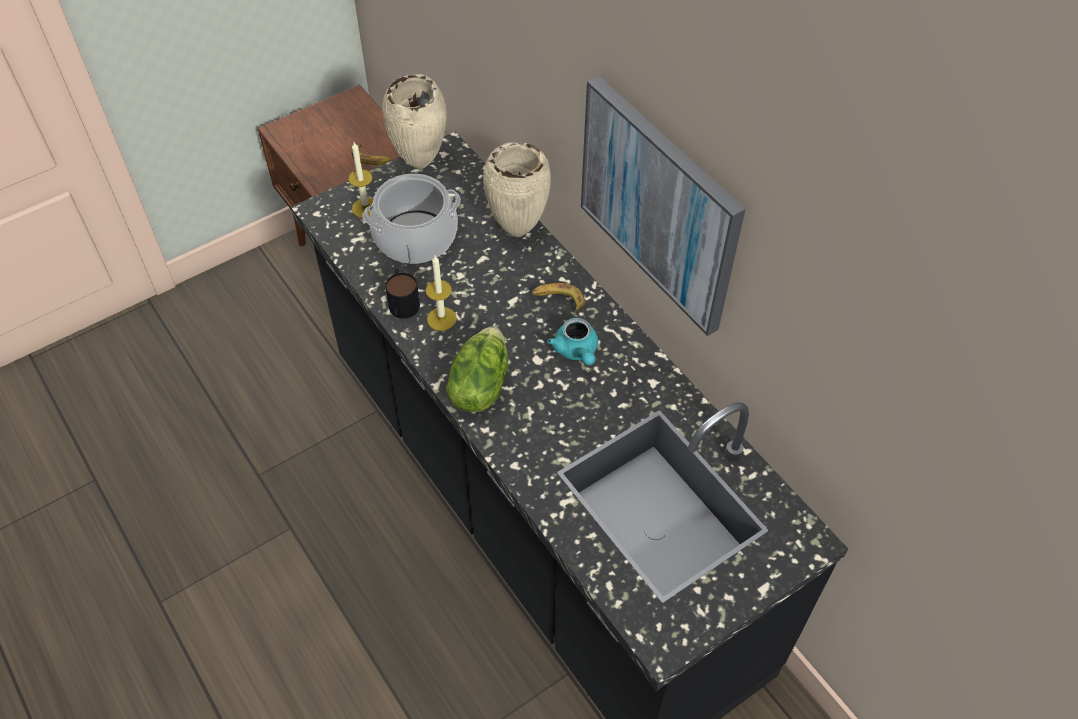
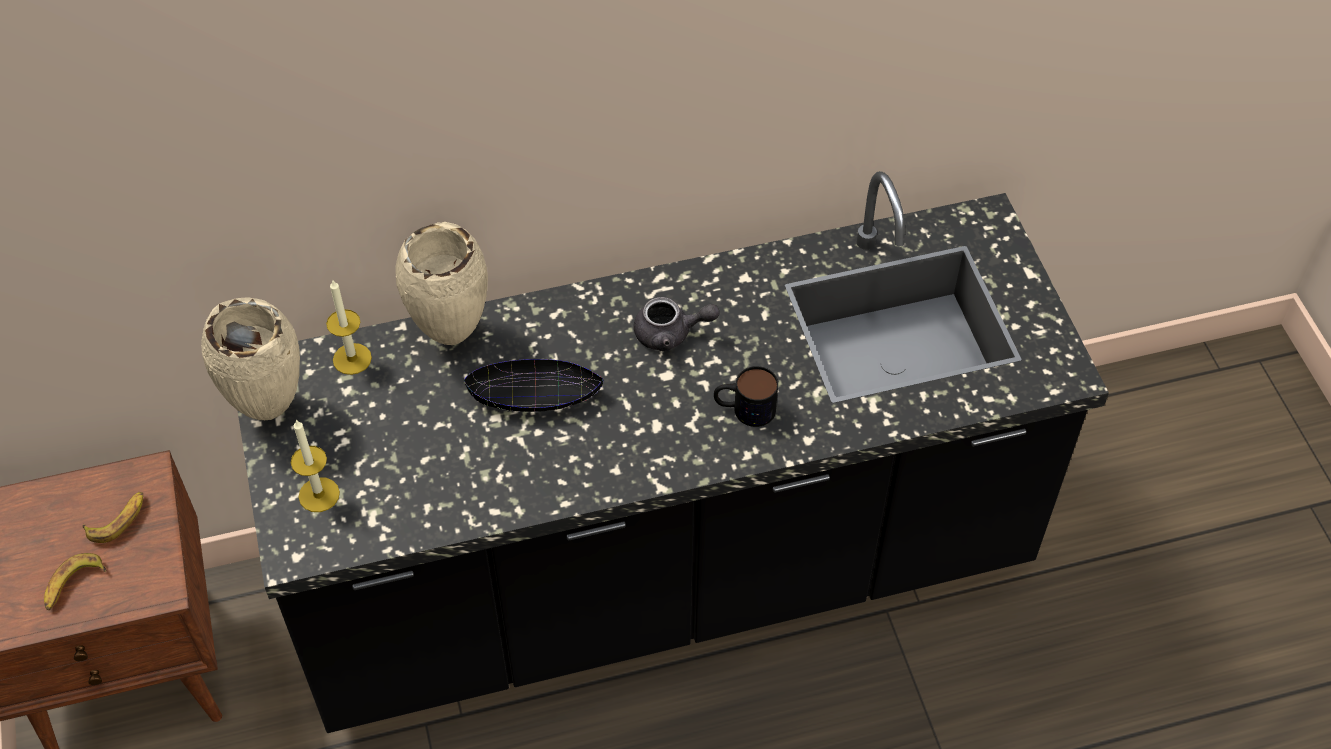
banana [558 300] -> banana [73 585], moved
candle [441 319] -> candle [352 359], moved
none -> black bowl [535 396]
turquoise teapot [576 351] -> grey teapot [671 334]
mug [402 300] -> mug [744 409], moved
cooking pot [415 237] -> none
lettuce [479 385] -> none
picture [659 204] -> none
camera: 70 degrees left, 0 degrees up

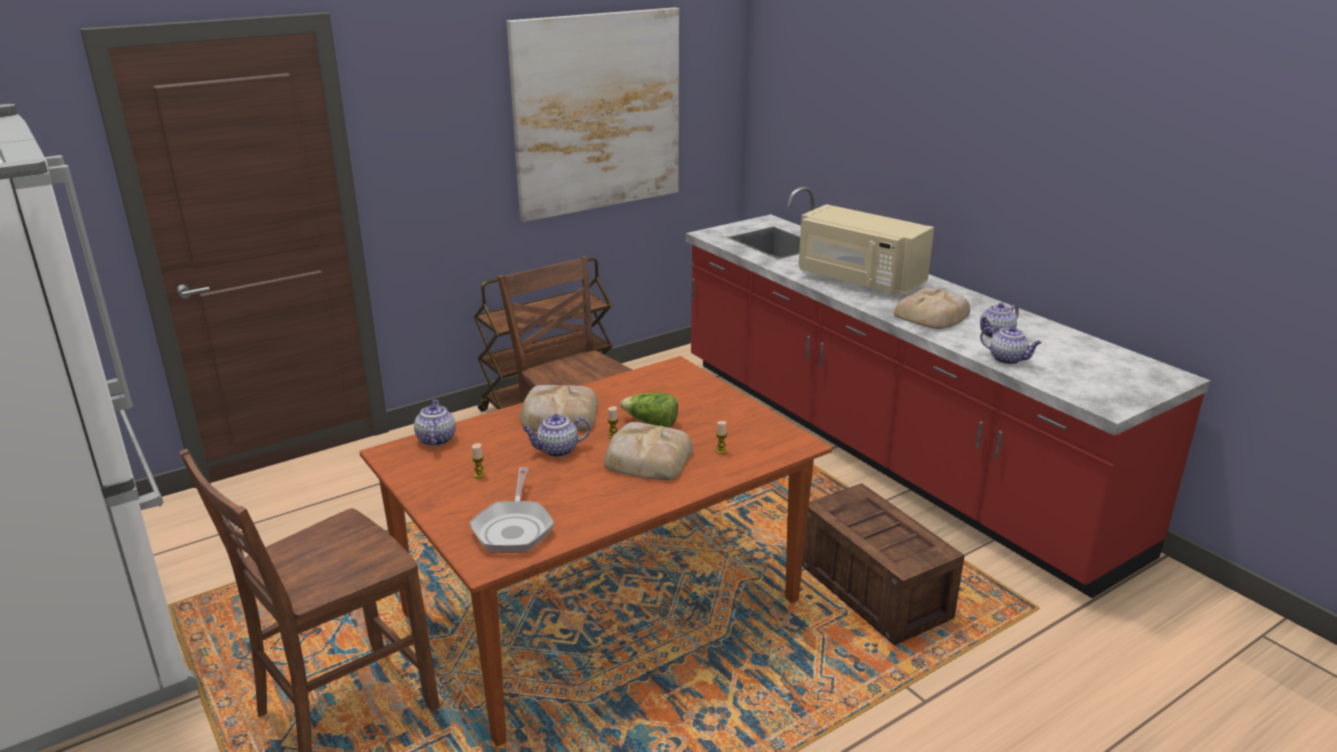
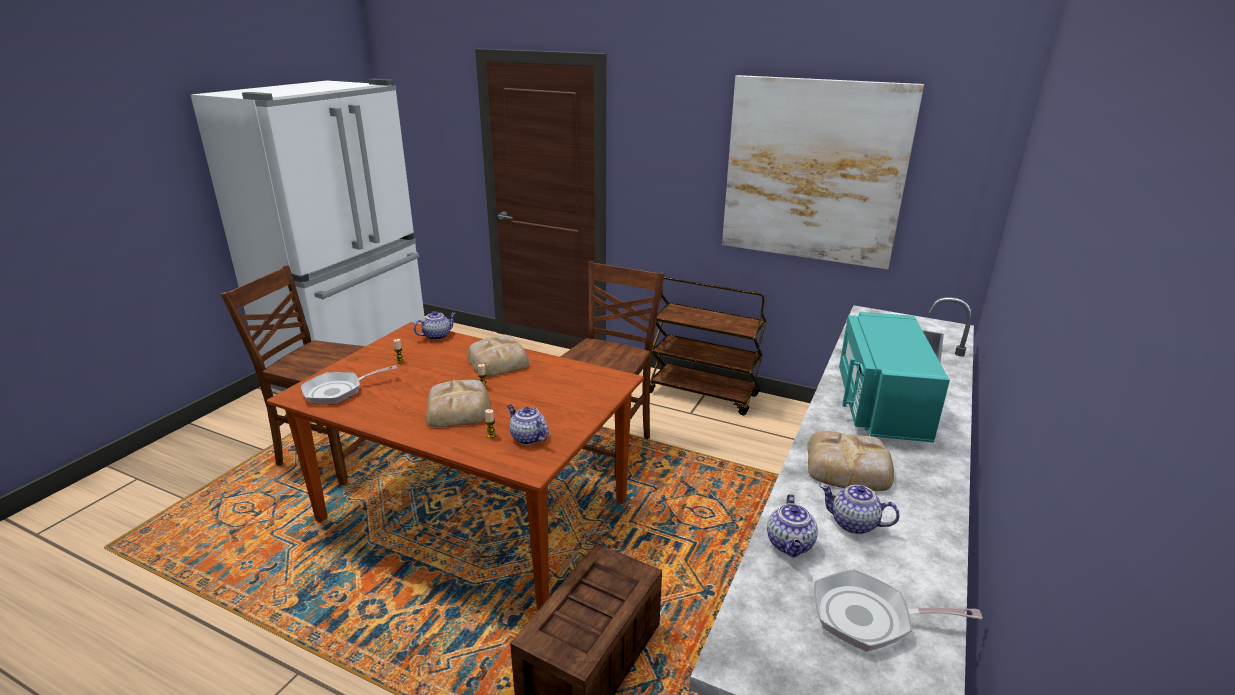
teapot [557 450] -> teapot [527 437], moved
none -> frying pan [869 618]
beige microwave [859 279] -> turquoise microwave [880 405]
lettuce [651 423] -> none
camera: 60 degrees right, 0 degrees up

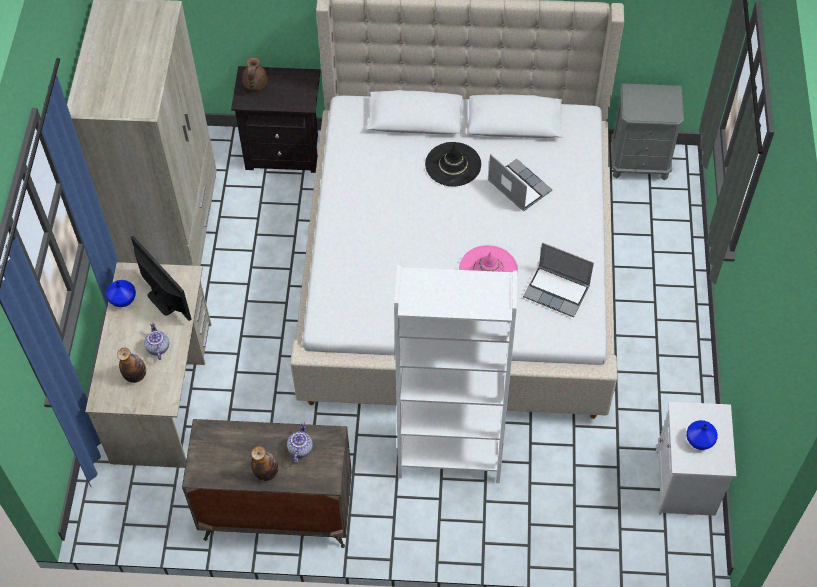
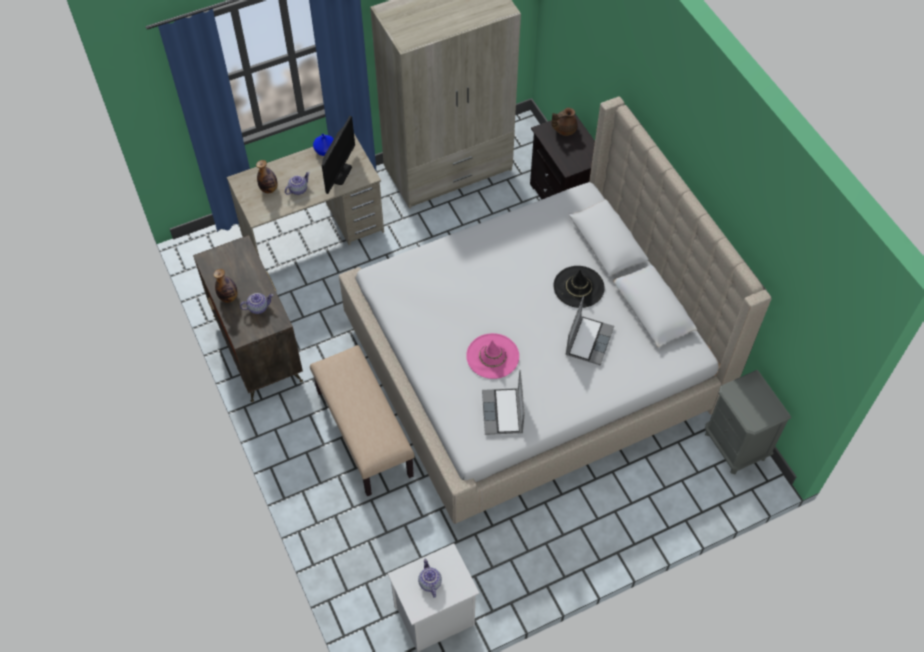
white bookcase [450 453] -> beige bench [365 433]
blue vase [700 441] -> teapot [429 582]
camera: 60 degrees right, 0 degrees up

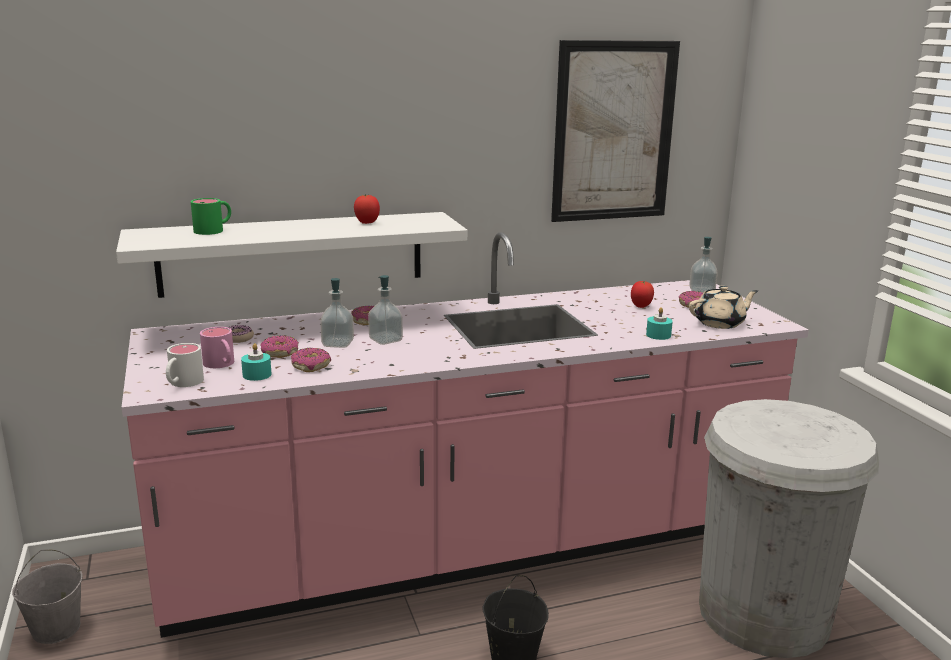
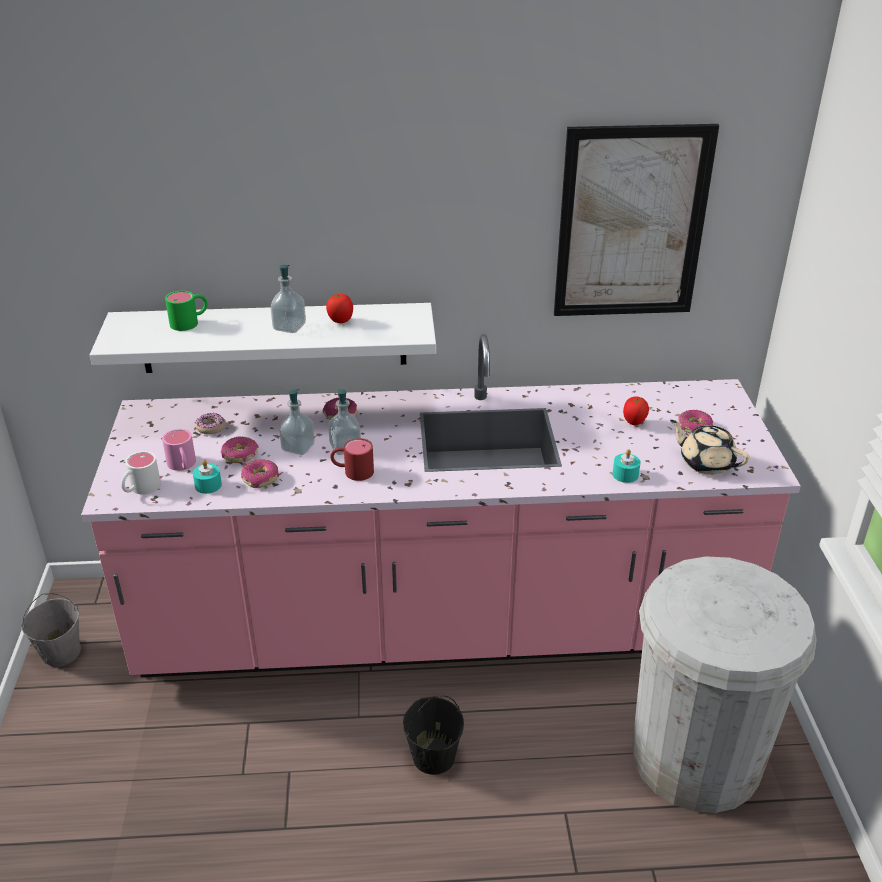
soap dispenser [701 291] -> soap dispenser [289 327], moved
none -> red mug [352 471]
beige teapot [720 323] -> beige teapot [705 463], 135 degrees counterclockwise
camera: 15 degrees right, 15 degrees up

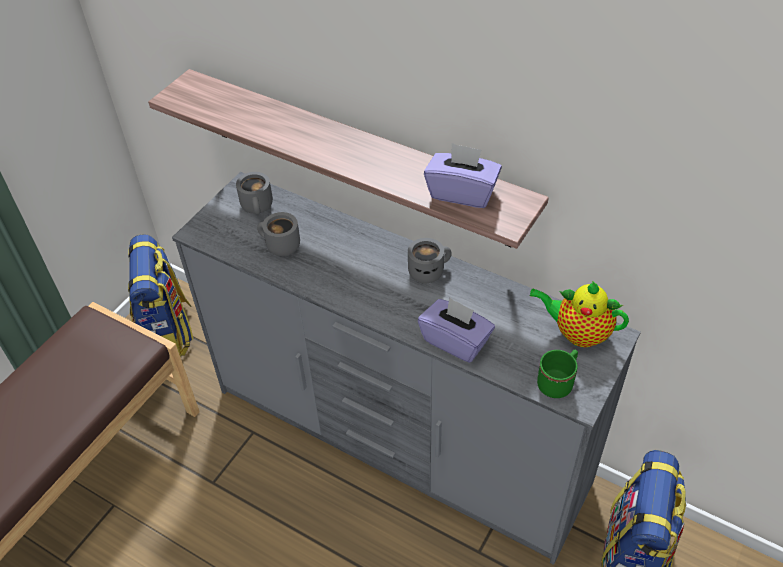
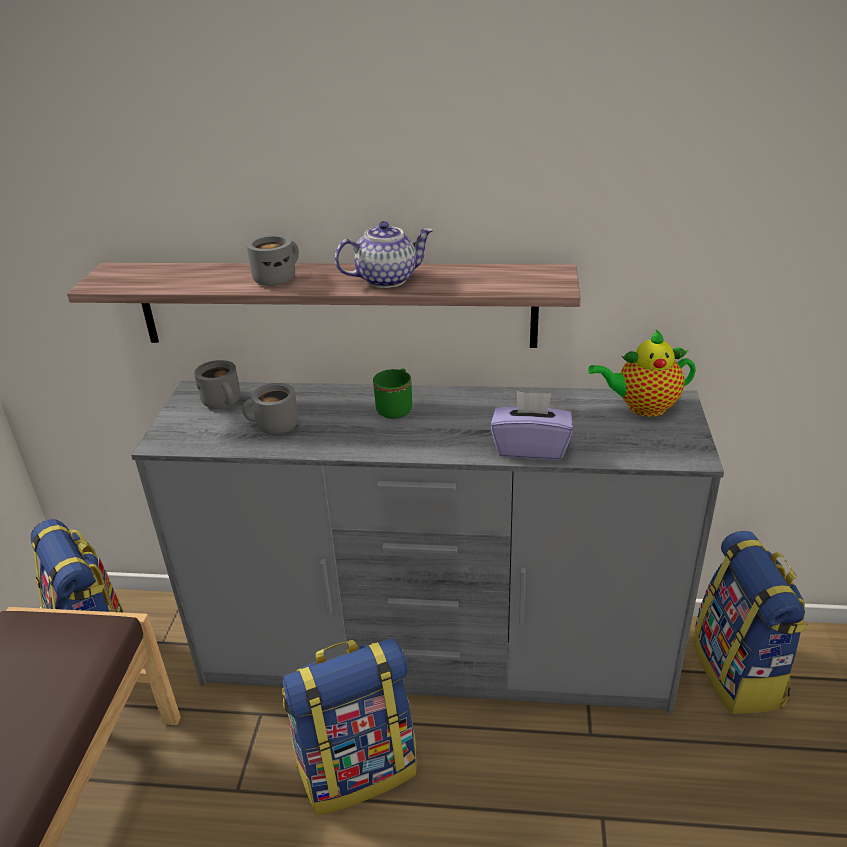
grey mug [428 270] -> grey mug [276 278], moved
none -> backpack [357 768]
none -> teapot [387 279]
green mug [558 382] -> green mug [396 407], moved
purple tissue box [462 192] -> none
camera: 25 degrees left, 15 degrees down

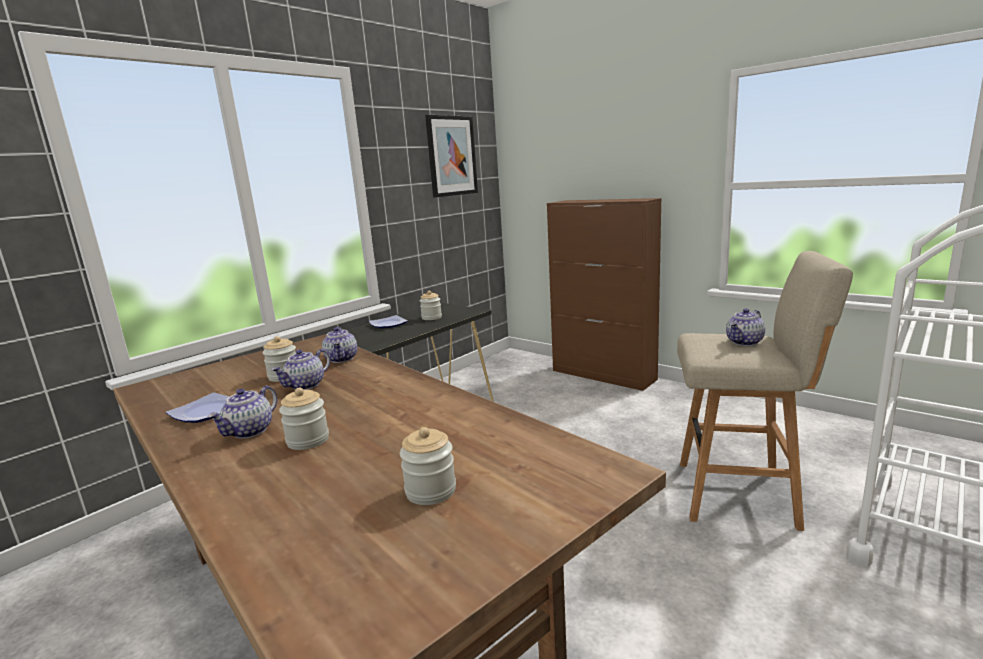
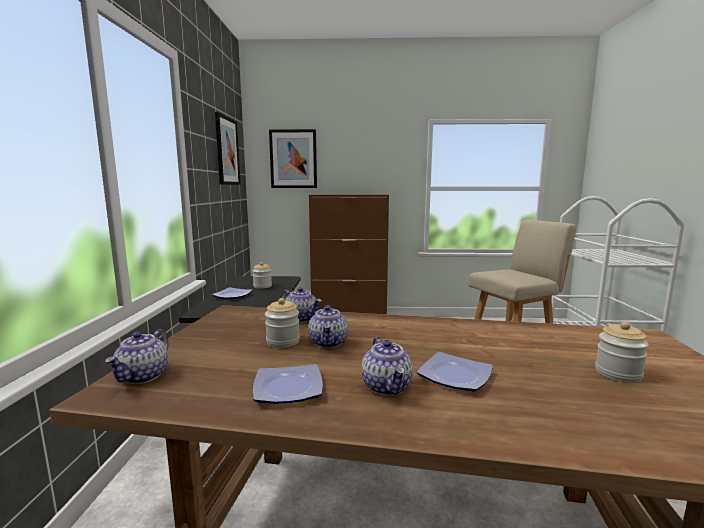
teapot [744 342] -> teapot [143 376], moved
none -> picture [293 159]
jar [308 440] -> plate [456 376]
camera: 40 degrees left, 5 degrees down

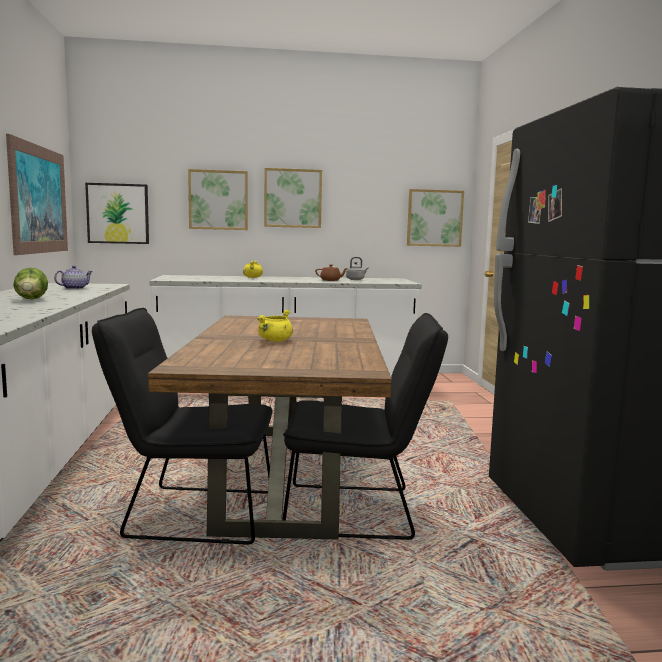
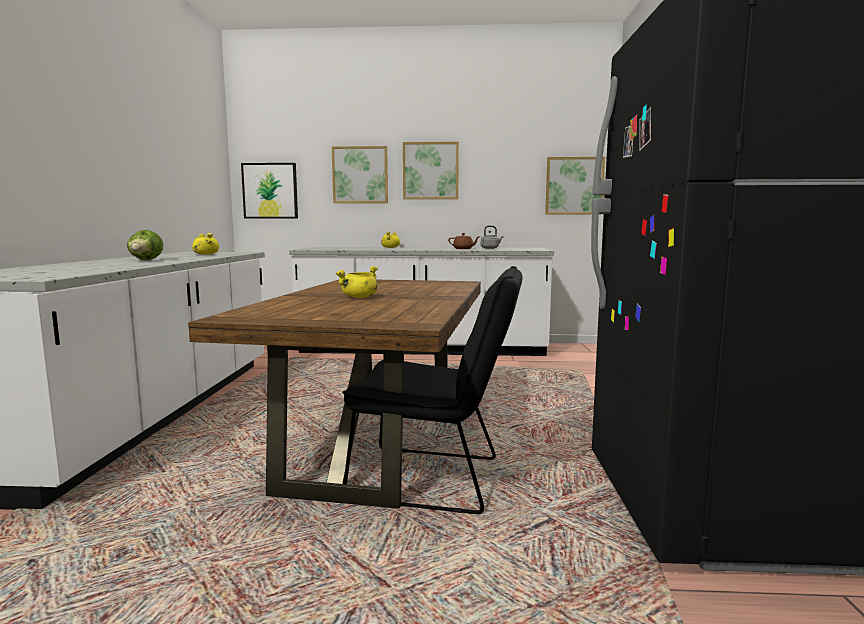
teapot [74 288] -> yellow cooking pot [205 254]
picture [39 199] -> none
black chair [191 513] -> none
camera: 10 degrees right, 0 degrees up

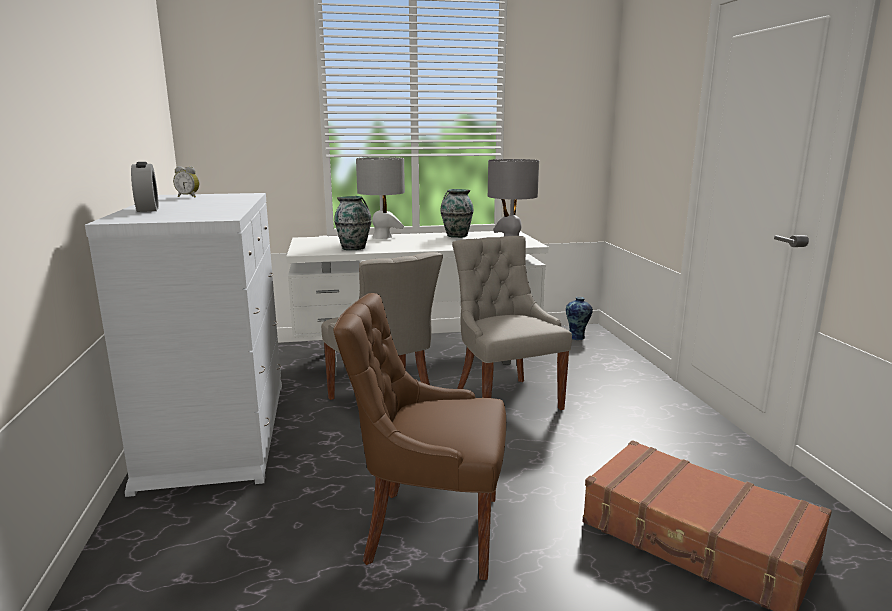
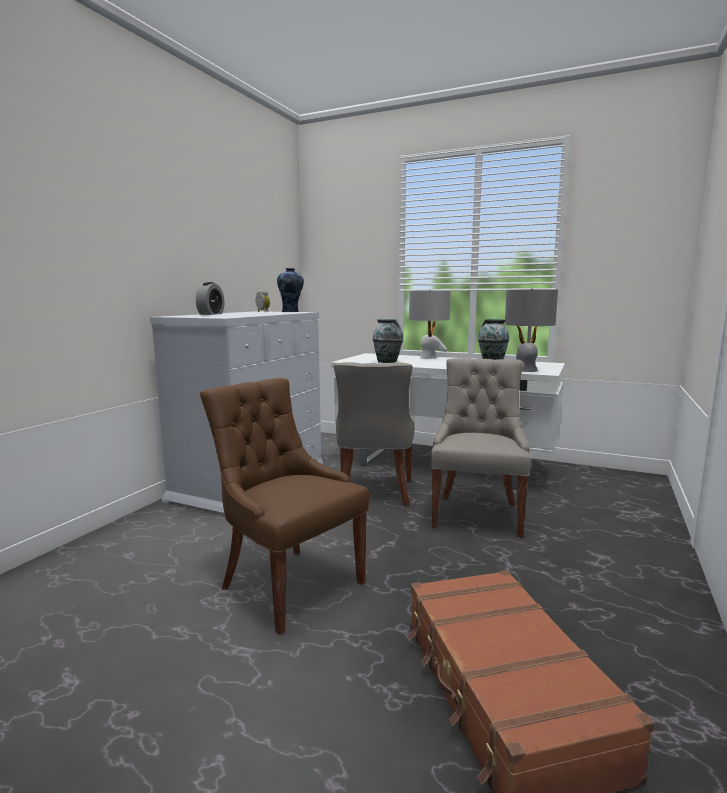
vase [577 337] -> vase [291 312], moved
camera: 35 degrees right, 5 degrees down

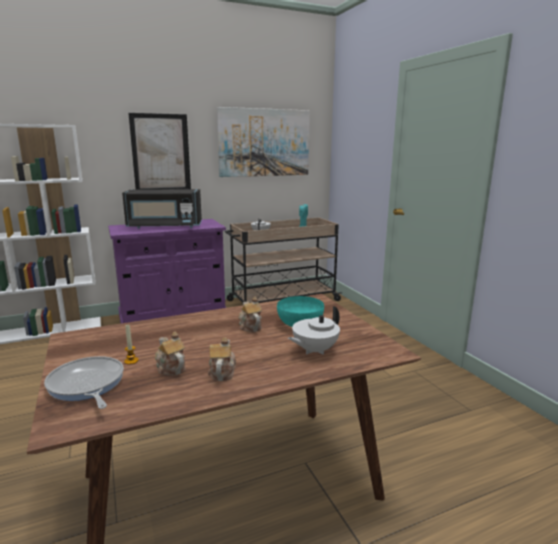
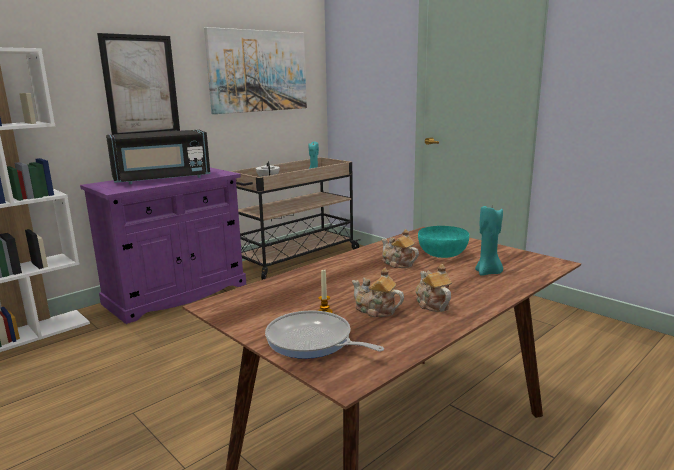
white teapot [314 350] -> turquoise candle [488 273]
camera: 20 degrees left, 0 degrees up

